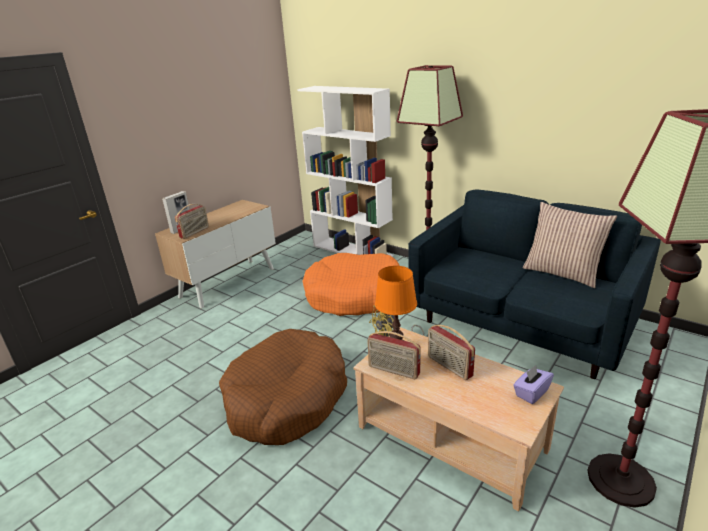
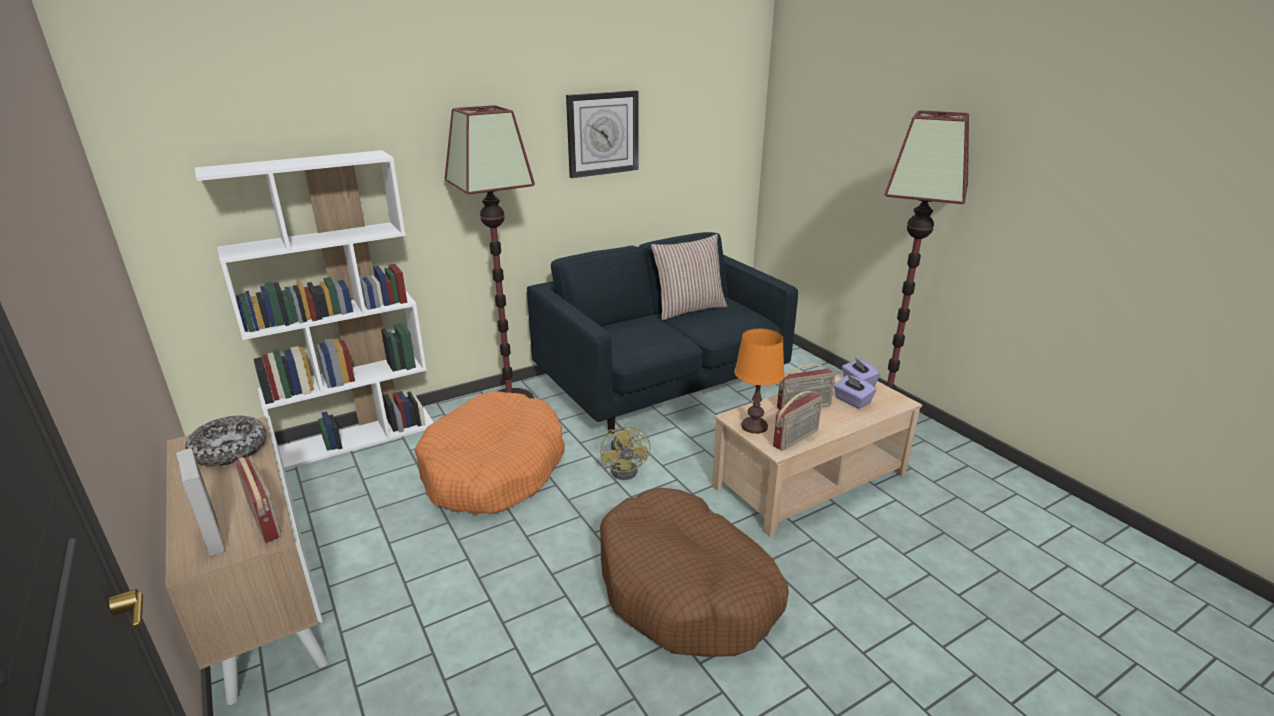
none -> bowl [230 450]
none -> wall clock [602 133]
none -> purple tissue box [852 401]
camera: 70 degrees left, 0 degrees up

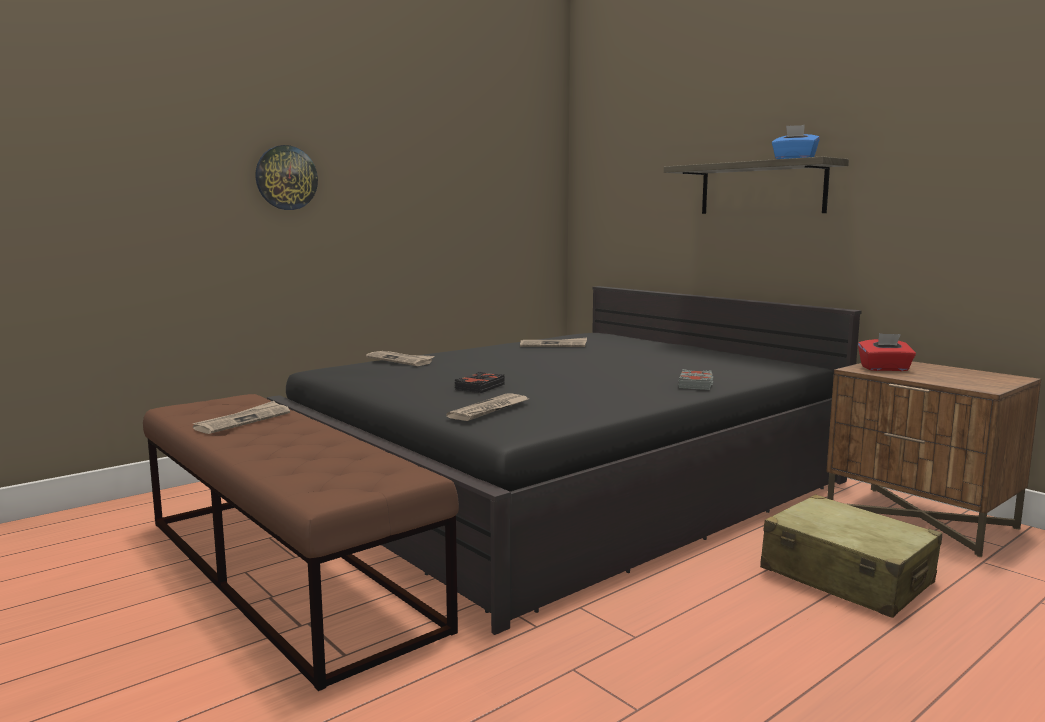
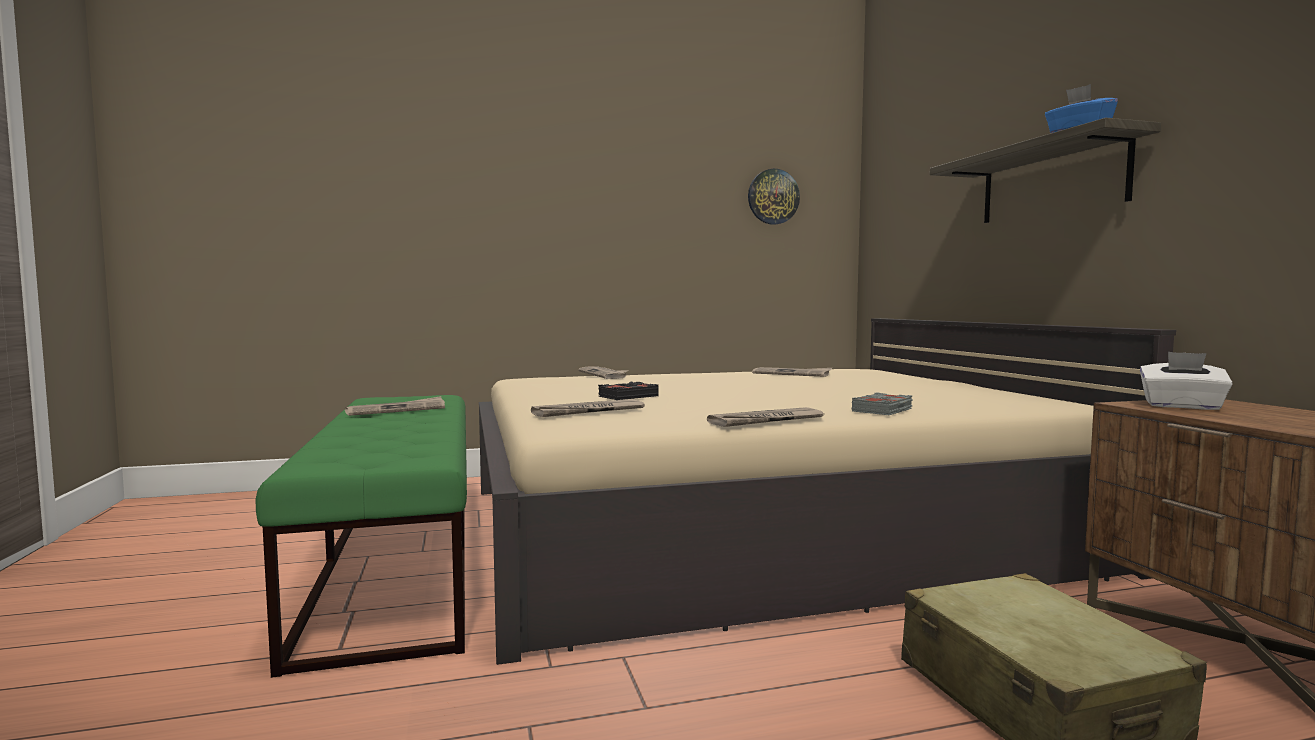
brown bench [284 571] -> green bench [397 561]
black bed [566 485] -> beige bed [760 528]
none -> newspaper [766 421]
wall clock [286 178] -> wall clock [773 197], moved
red tissue box [885 369] -> white tissue box [1182 406]
camera: 25 degrees right, 5 degrees down

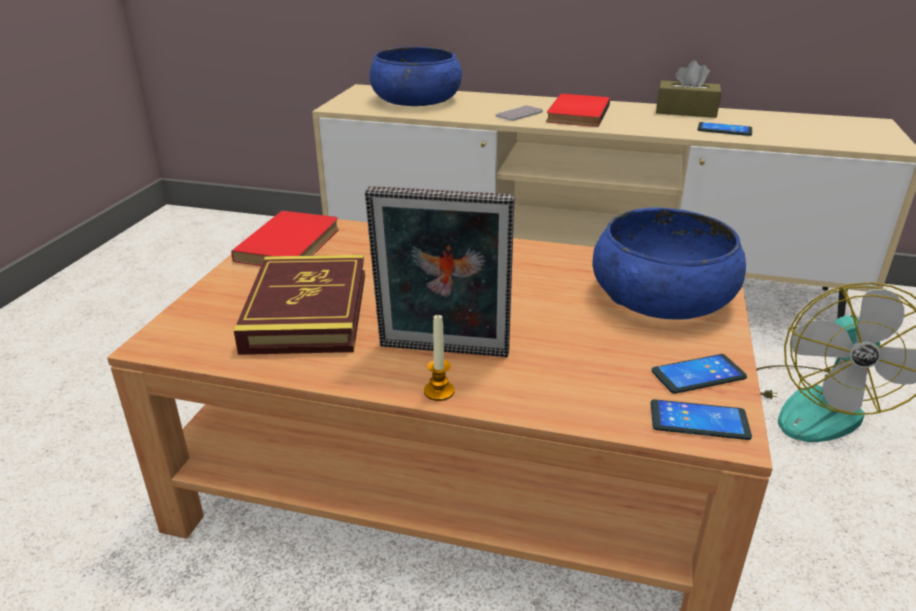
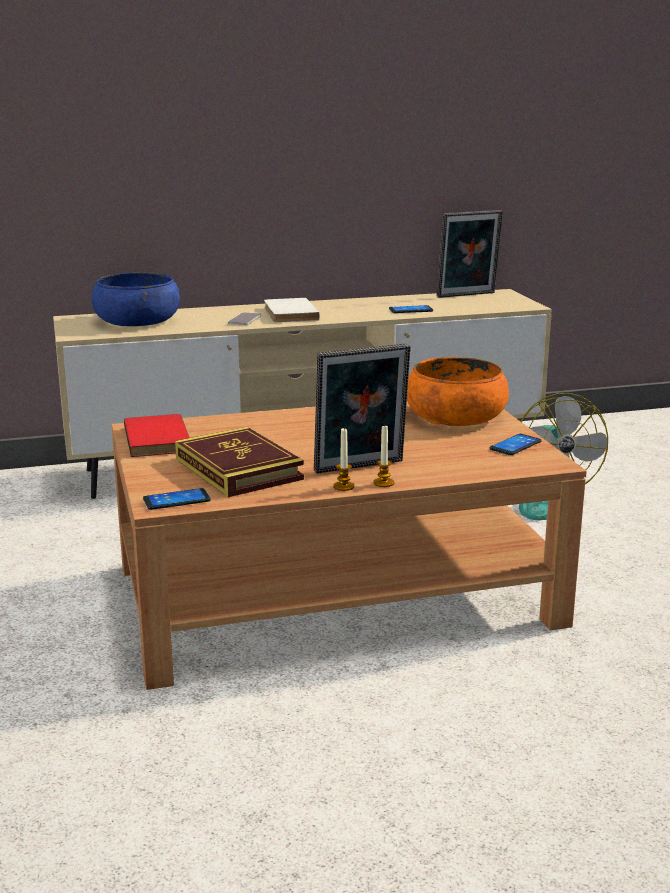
phone [699 421] -> phone [176 500], moved
red book [575 114] -> white book [288 314]
none -> candle [343 486]
blue bowl [661 296] -> orange bowl [455 416]
none -> picture frame [467 295]
brown tissue box [686 111] -> none
camera: 30 degrees left, 10 degrees down

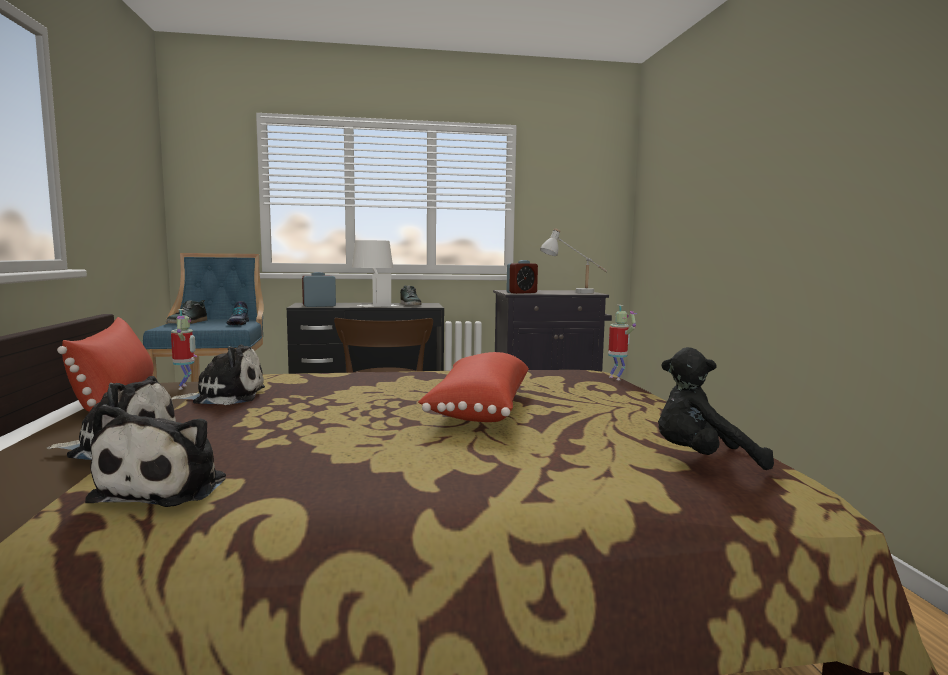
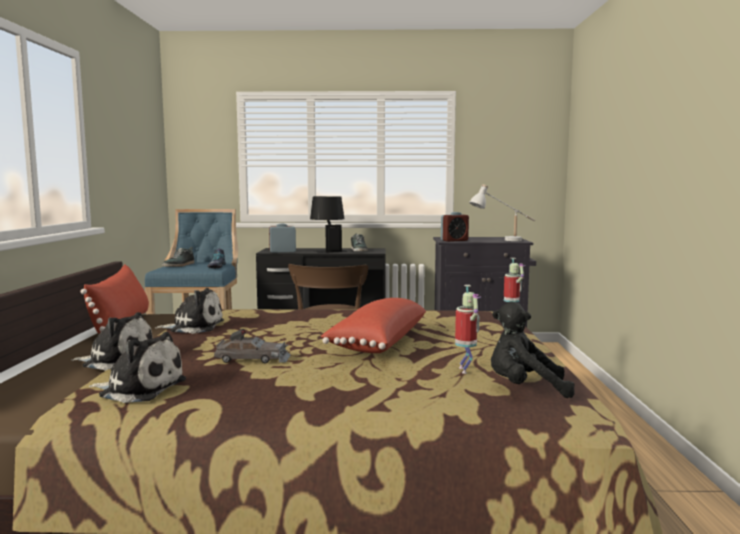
plush toy [167 487] -> plush toy [139 388], 90 degrees counterclockwise
none -> grey toy car [253 359]
white table lamp [373 304] -> black table lamp [328 250]
toy robot [185 387] -> toy robot [466 370], moved
camera: 10 degrees right, 0 degrees up

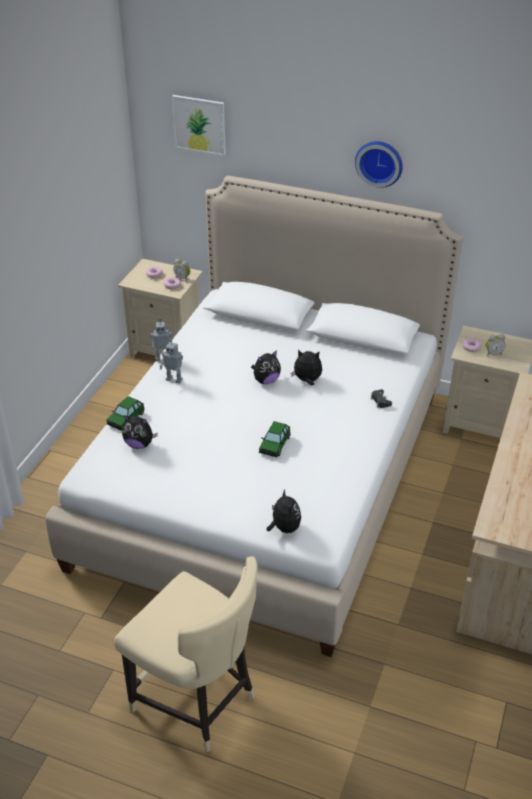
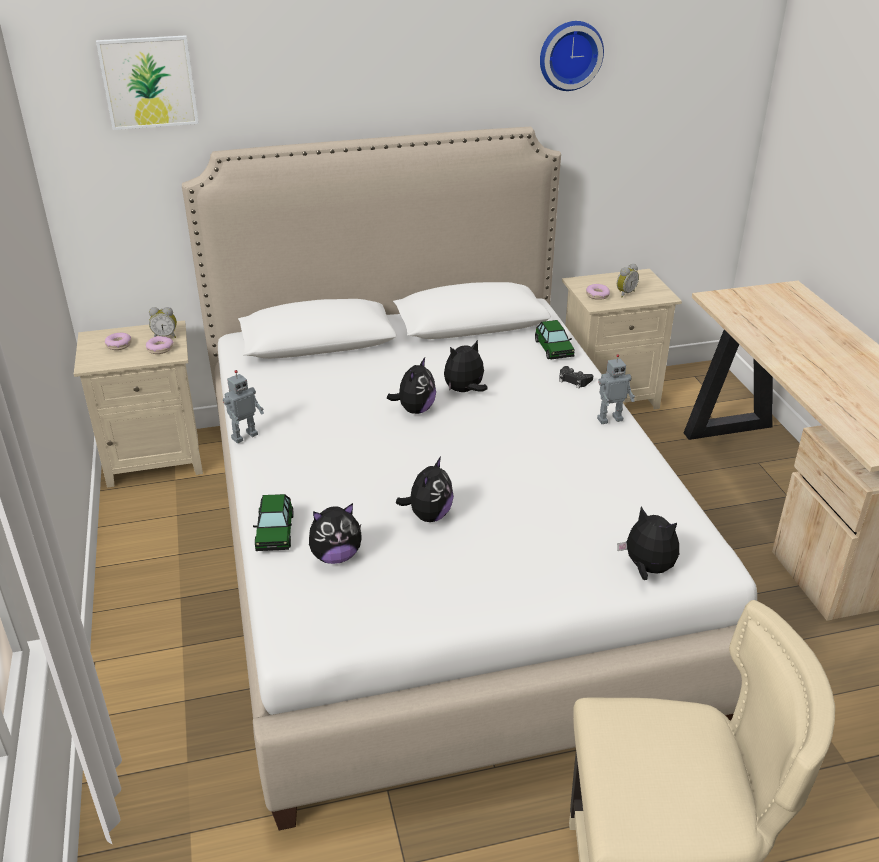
none -> plush toy [428 515]
toy car [274 444] -> toy car [554 348], moved
wall clock [379 162] -> wall clock [569 55], moved
toy robot [174 379] -> toy robot [609 419], moved
camera: 35 degrees left, 5 degrees down

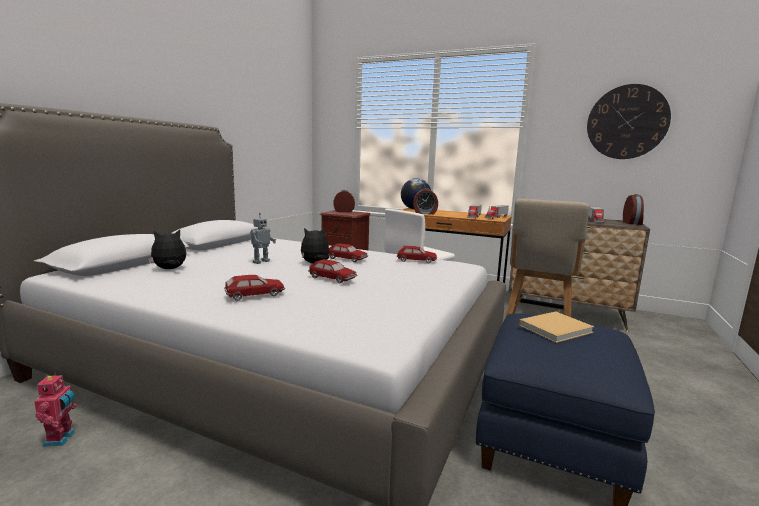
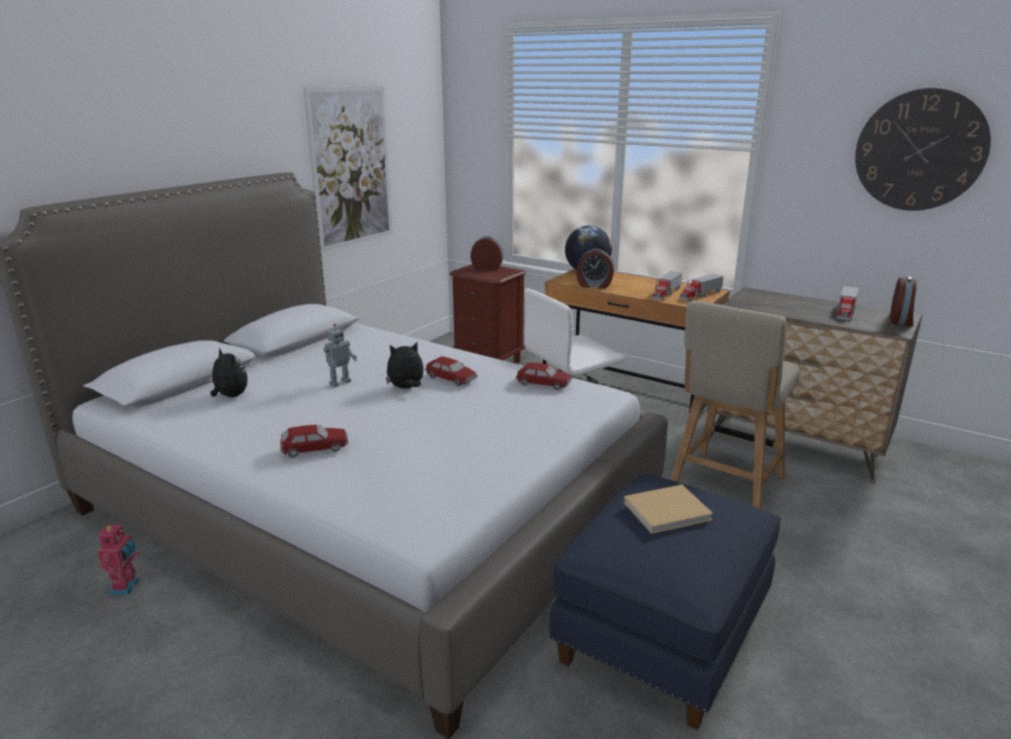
plush toy [170 269] -> plush toy [230 396], 60 degrees clockwise
none -> picture [351 167]
toy car [332 278] -> none
camera: 10 degrees right, 10 degrees up

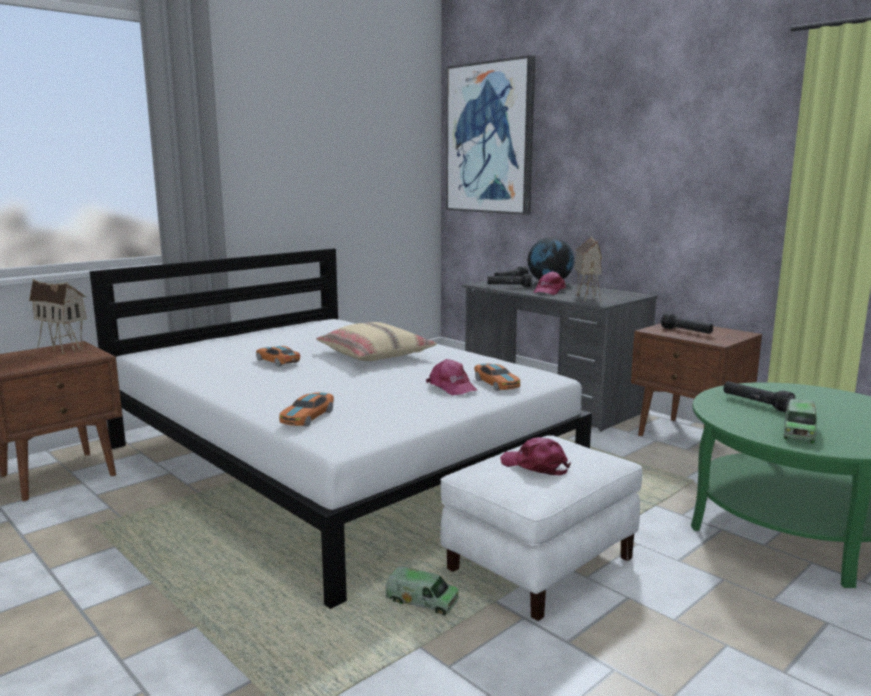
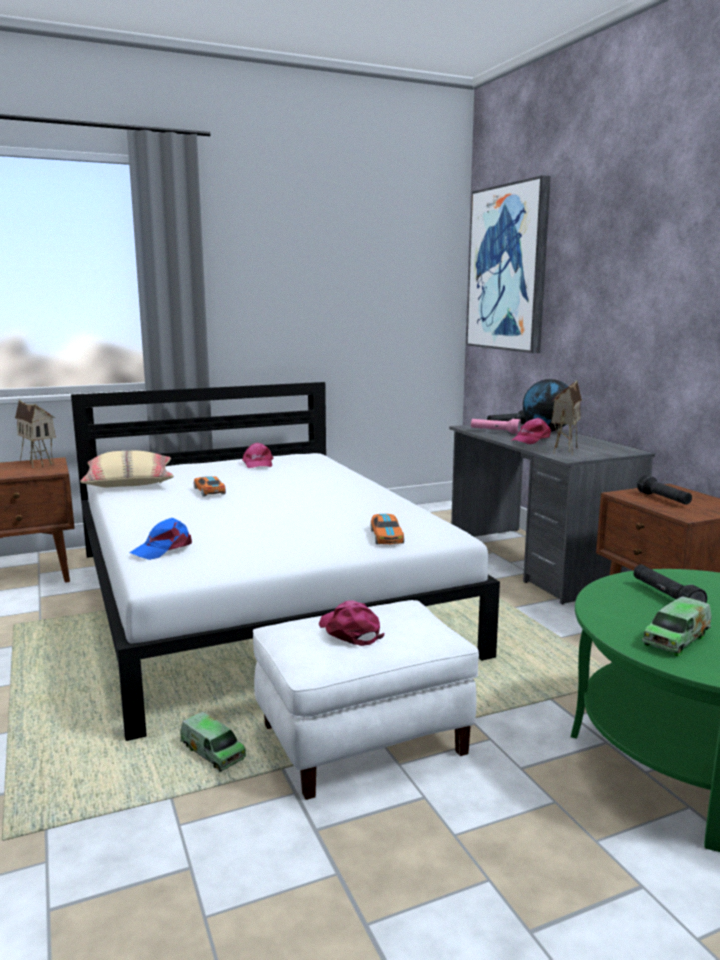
beige pillow [375 355] -> beige pillow [129 482], moved
toy car [307 417] -> blue cap [163 549]
pink cap [452 387] -> pink cap [257 463], moved
black flashlight [509 286] -> pink flashlight [495 432]
camera: 20 degrees right, 0 degrees up

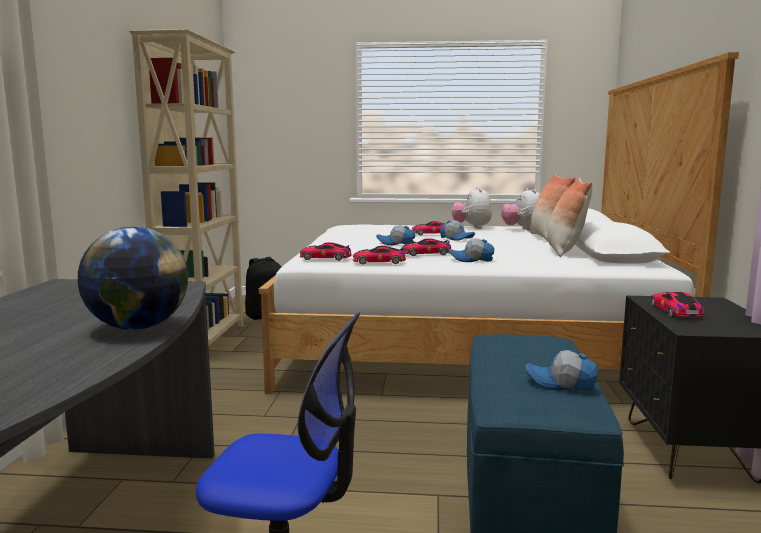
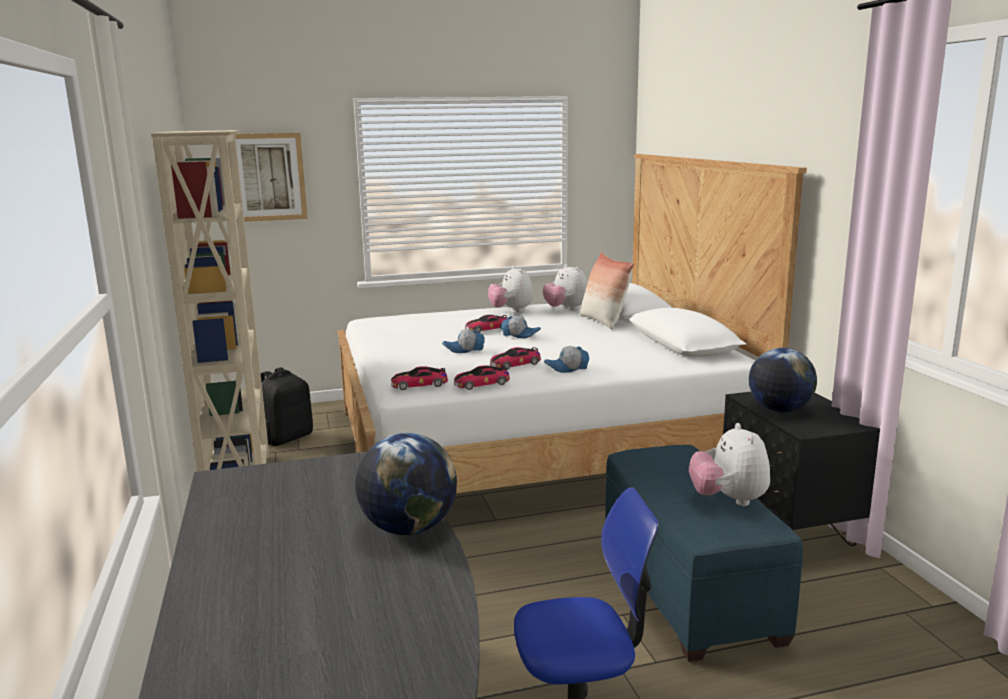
none -> picture [268 177]
cap [561 384] -> plush toy [728 500]
toy car [675 311] -> globe [779 410]
pillow [564 252] -> none
camera: 20 degrees left, 5 degrees up

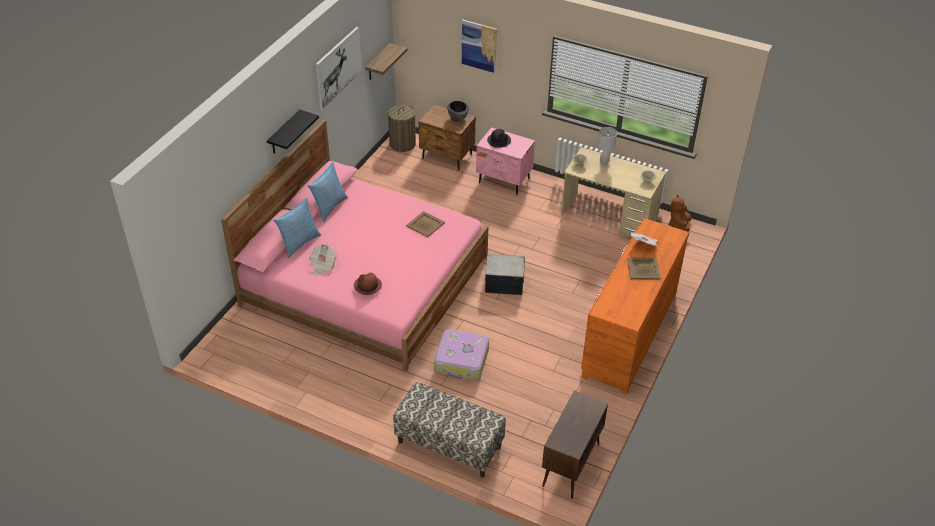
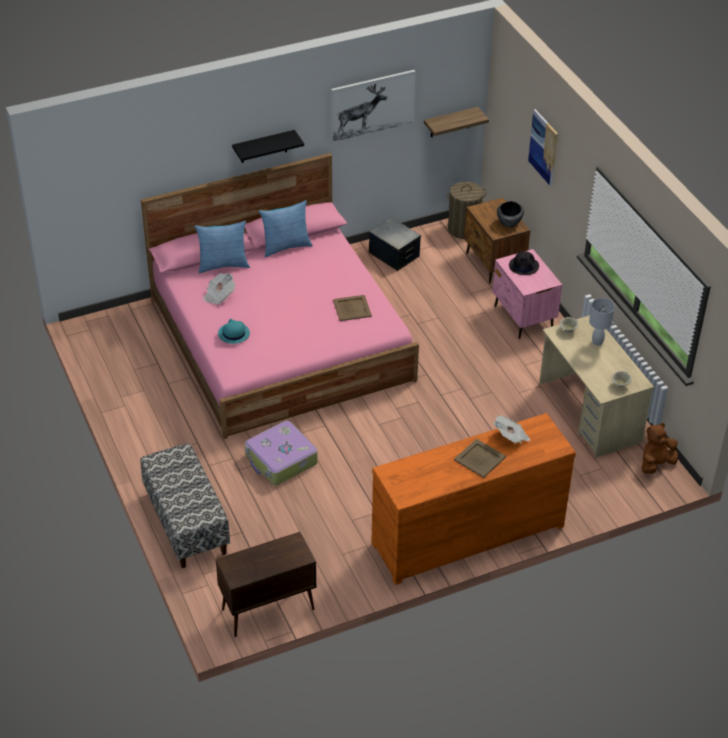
brown hat [367 285] -> turquoise hat [233 333]
storage box [504 283] -> storage box [394 254], moved
camera: 40 degrees right, 0 degrees up

